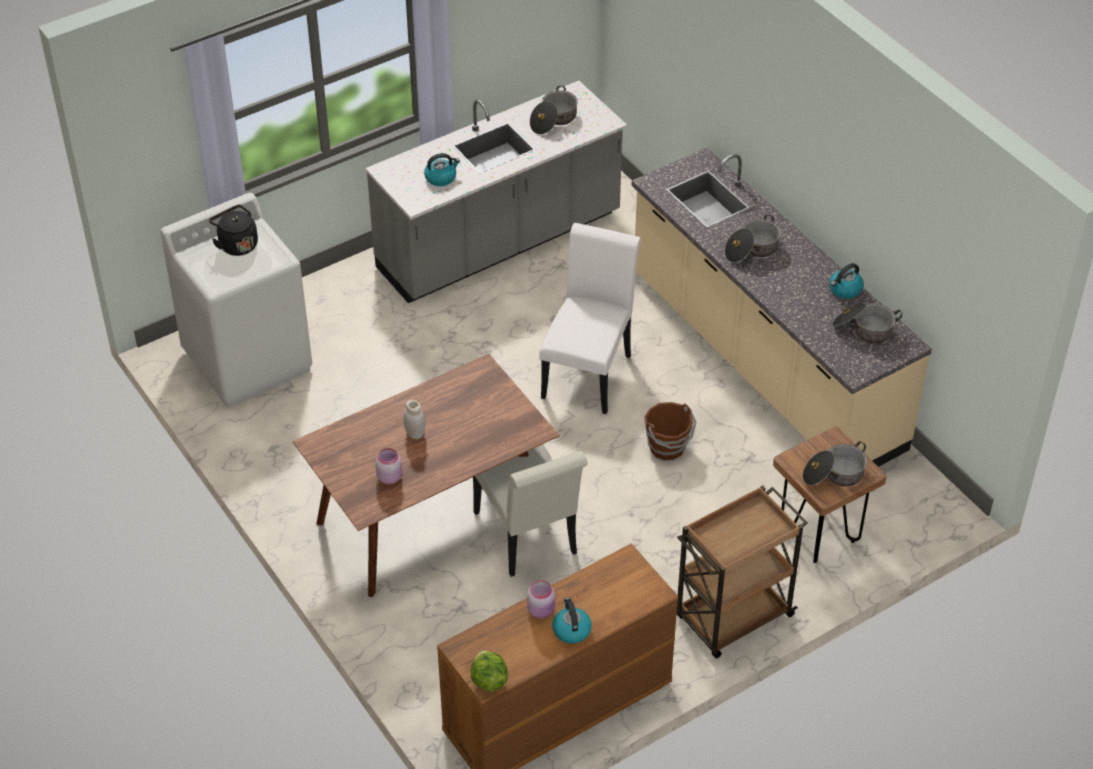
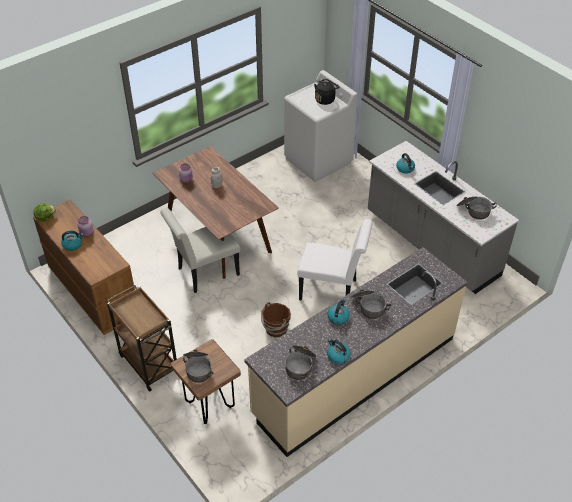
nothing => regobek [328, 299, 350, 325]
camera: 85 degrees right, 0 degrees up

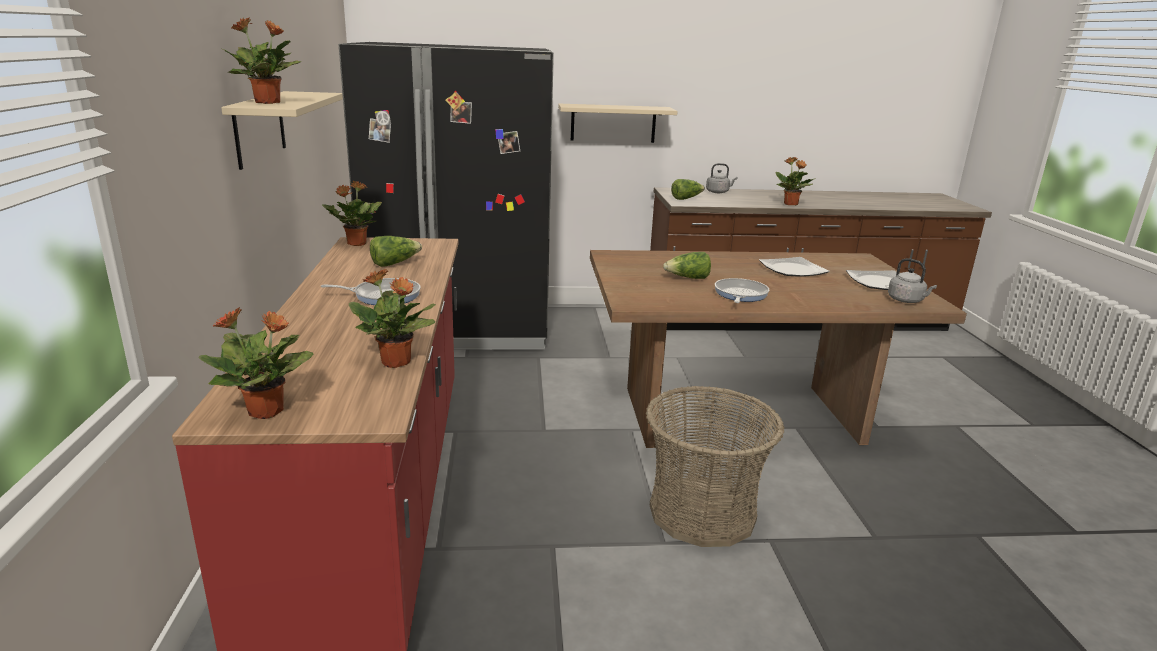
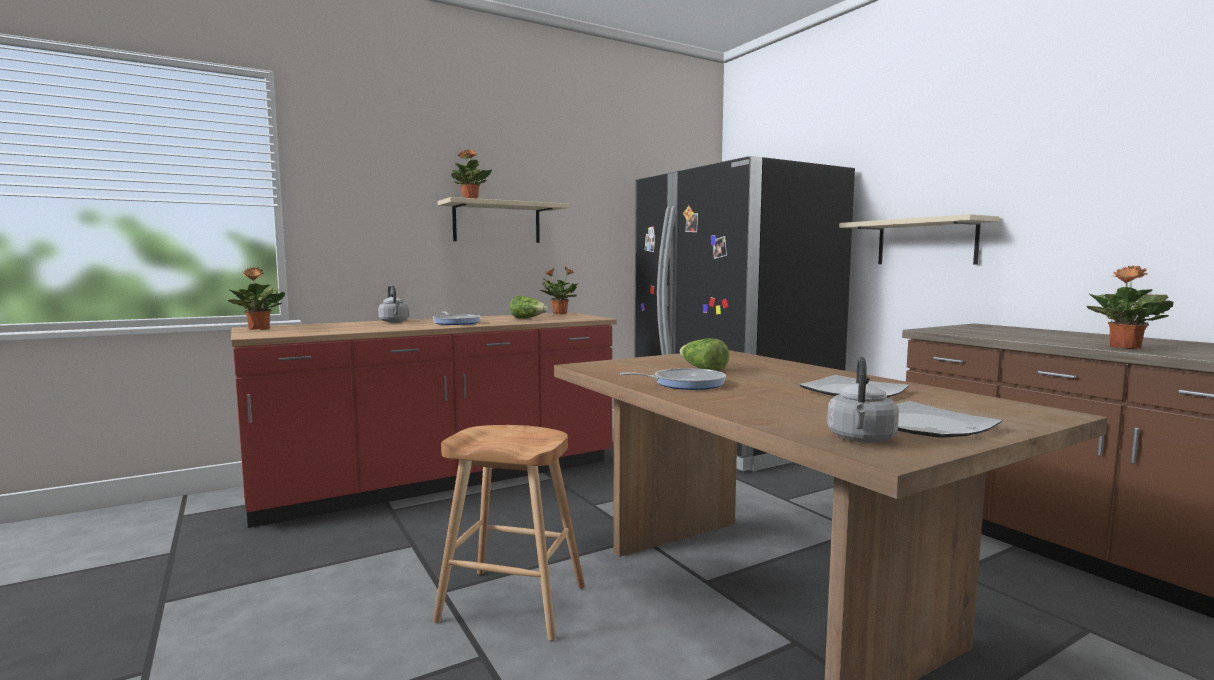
grey regobek [706, 163, 737, 193] => grey regobek [378, 285, 409, 322], moved
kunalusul [671, 179, 705, 200] => nothing
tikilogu [349, 269, 436, 368] => nothing
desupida [646, 386, 784, 547] => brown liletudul [433, 425, 585, 641]
camera: 65 degrees right, 15 degrees down

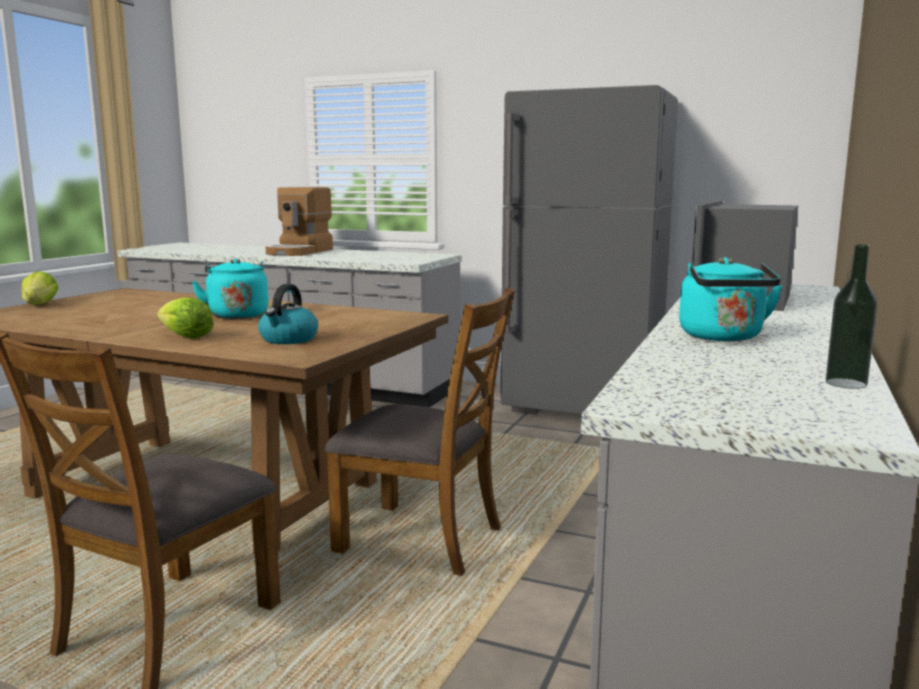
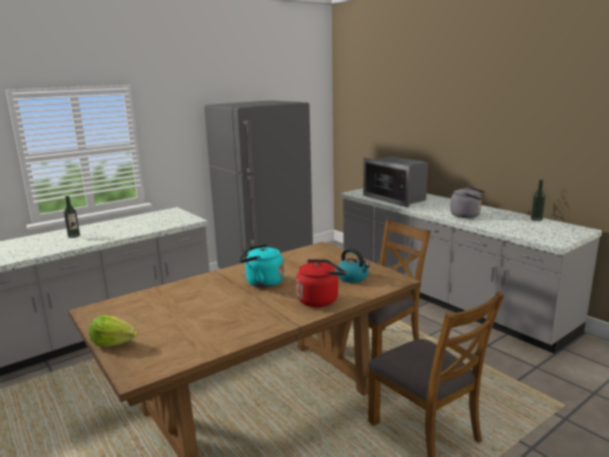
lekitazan [266, 187, 333, 256] => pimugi [64, 196, 80, 238]
turquoise regobek [679, 257, 783, 341] => grey regobek [450, 187, 486, 218]
kunalusul [157, 297, 214, 339] => red regobek [296, 259, 346, 307]
camera: 60 degrees left, 5 degrees up

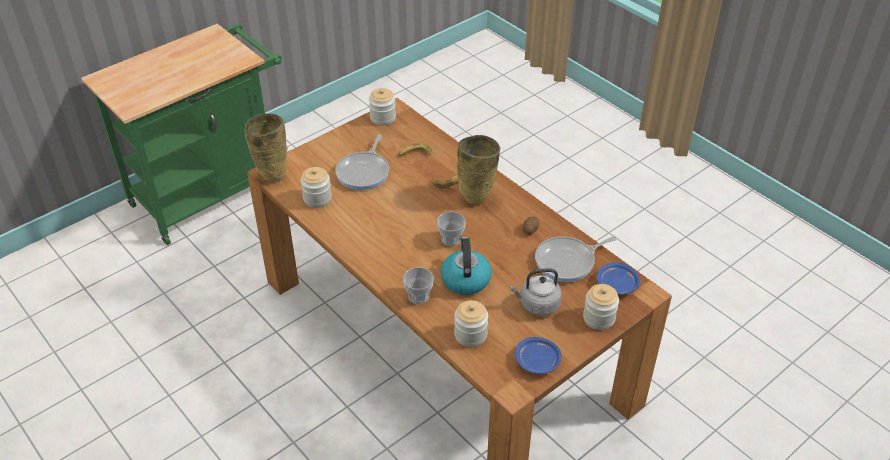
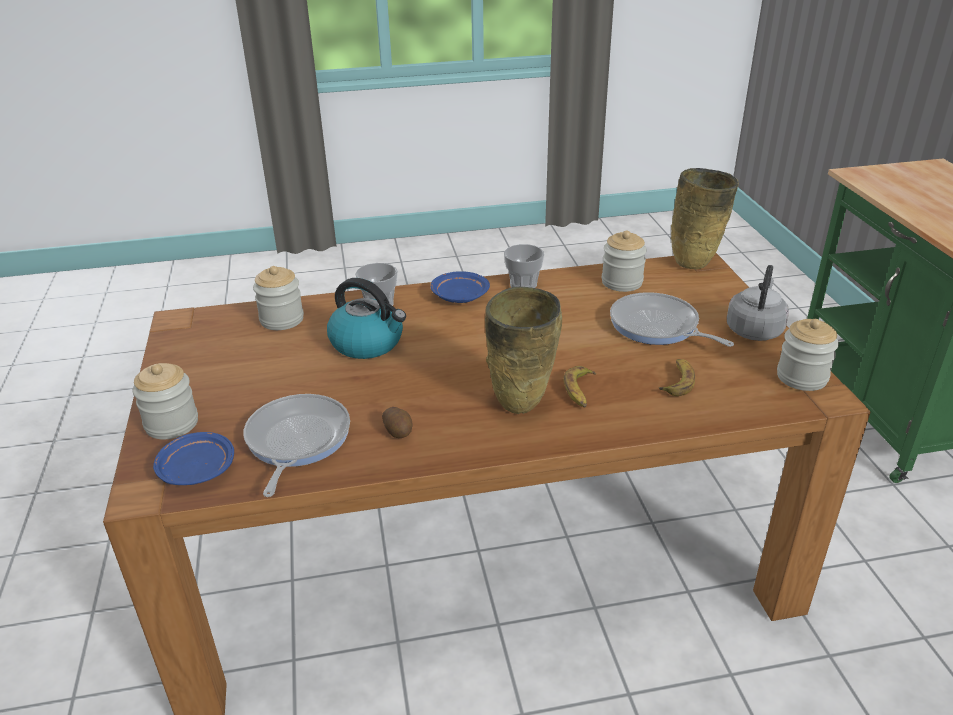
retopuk [437, 211, 466, 246] => retopuk [504, 244, 544, 288], moved
grey regobek [510, 268, 562, 316] => grey regobek [727, 265, 789, 341], moved
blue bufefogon [515, 337, 562, 374] => blue bufefogon [431, 271, 490, 303], moved
camera: 120 degrees right, 10 degrees down

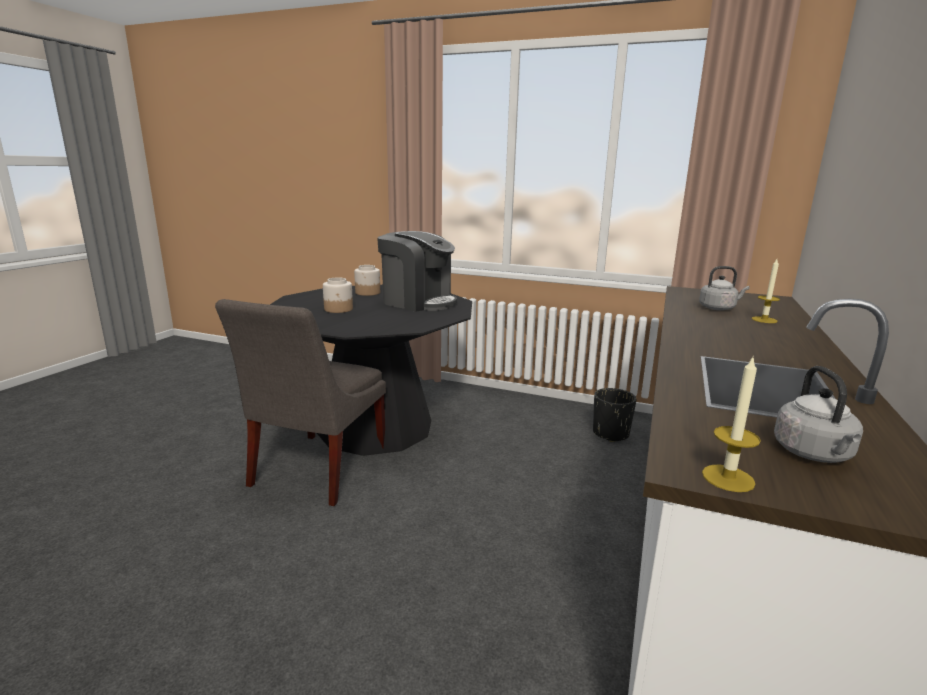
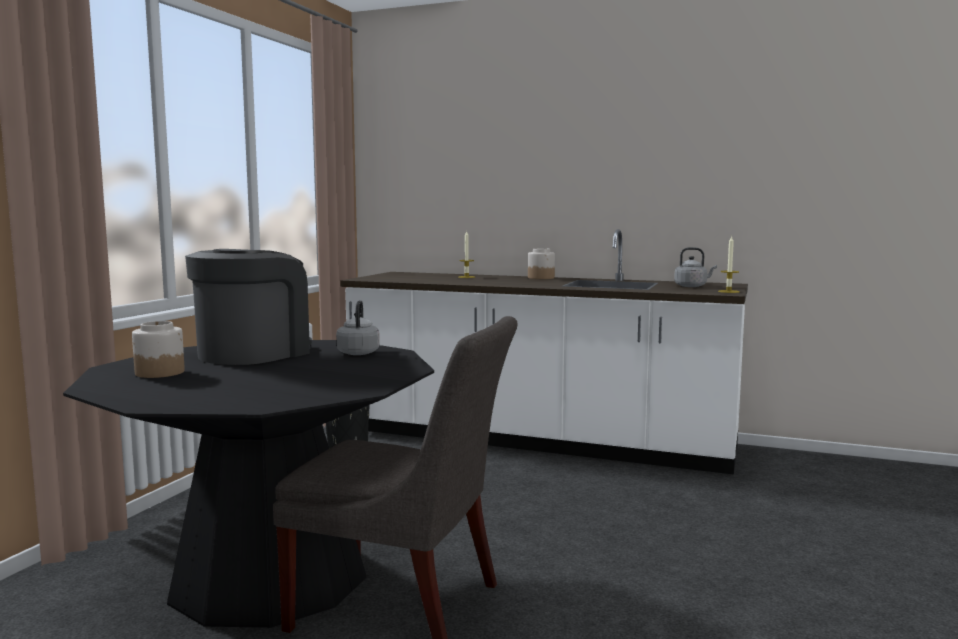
grey regobek [699, 266, 750, 310] => grey regobek [336, 300, 380, 355], moved
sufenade [323, 277, 353, 313] => sufenade [528, 248, 555, 279], moved
camera: 90 degrees left, 10 degrees down

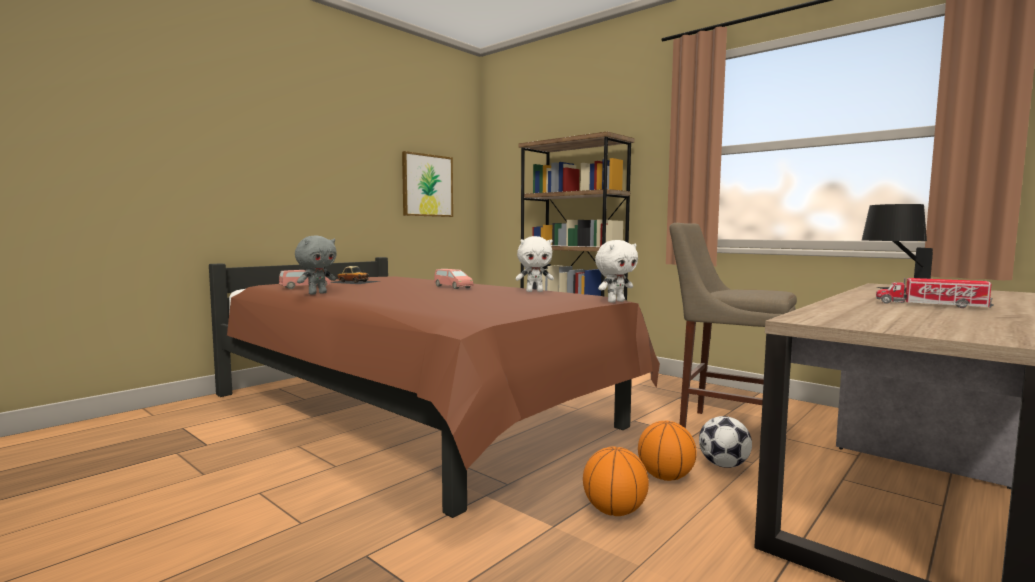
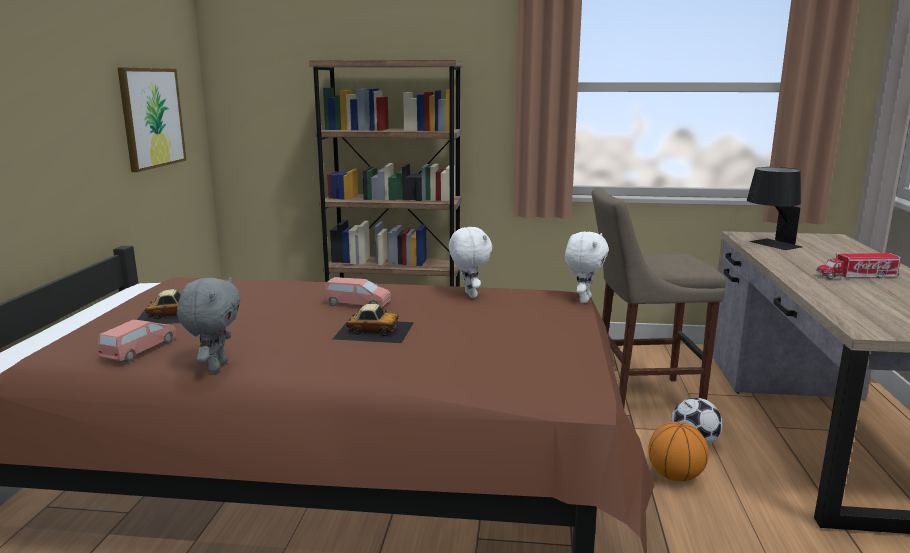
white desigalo [515, 236, 554, 292] => white desigalo [449, 227, 492, 298], 60 degrees counterclockwise
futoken [583, 446, 649, 516] => nothing
nothing => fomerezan [332, 304, 414, 343]
camera: 35 degrees left, 10 degrees up

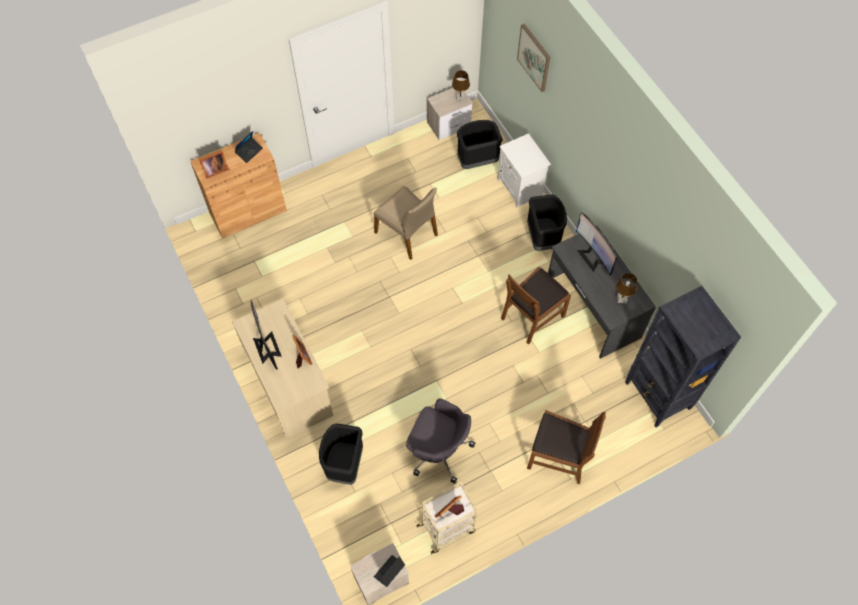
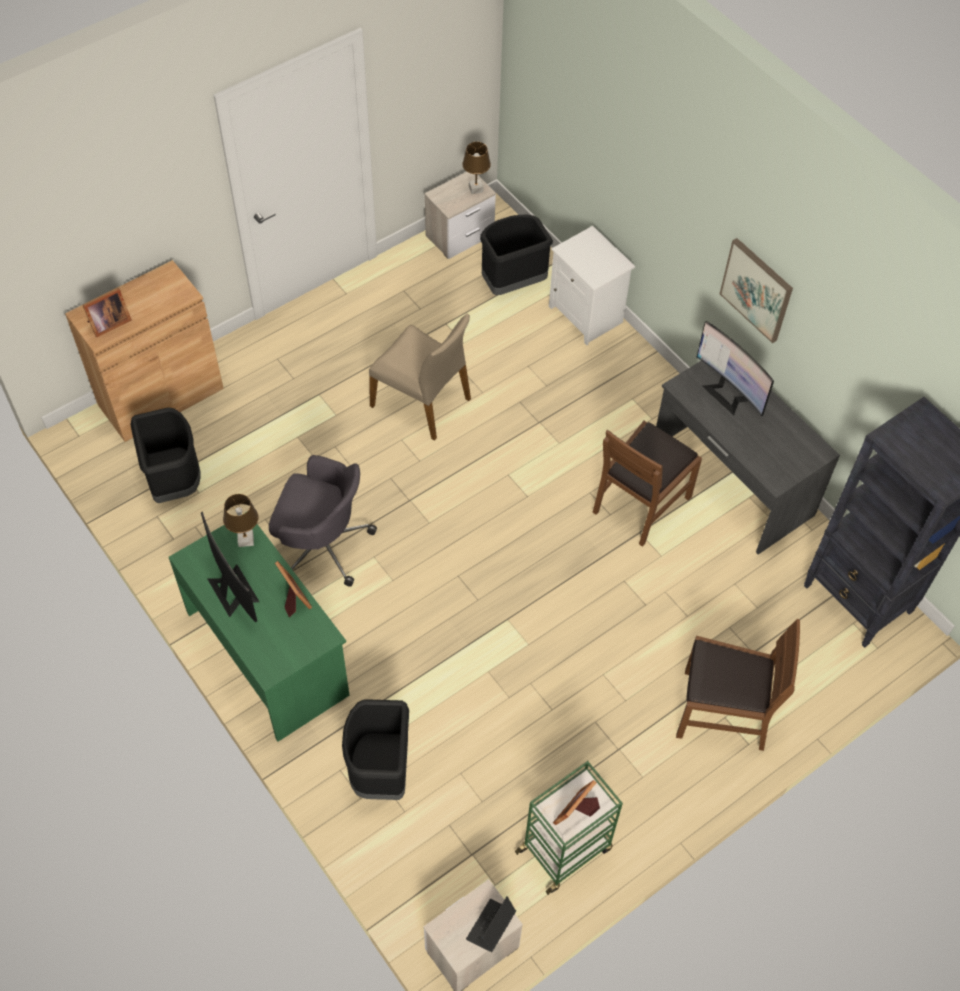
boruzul [517, 24, 550, 92] => boruzul [720, 238, 793, 343], moved
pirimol [235, 131, 263, 163] => nothing
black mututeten [527, 194, 567, 251] => black mututeten [130, 407, 200, 503], moved
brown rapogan [616, 273, 637, 303] => brown rapogan [223, 494, 258, 547], moved
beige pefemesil [232, 299, 333, 438] => green pefemesil [169, 512, 350, 742]
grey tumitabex [406, 398, 476, 483] => grey tumitabex [269, 455, 377, 587], moved
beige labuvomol [416, 482, 477, 554] => green labuvomol [515, 761, 623, 895]
camera: 10 degrees left, 5 degrees down

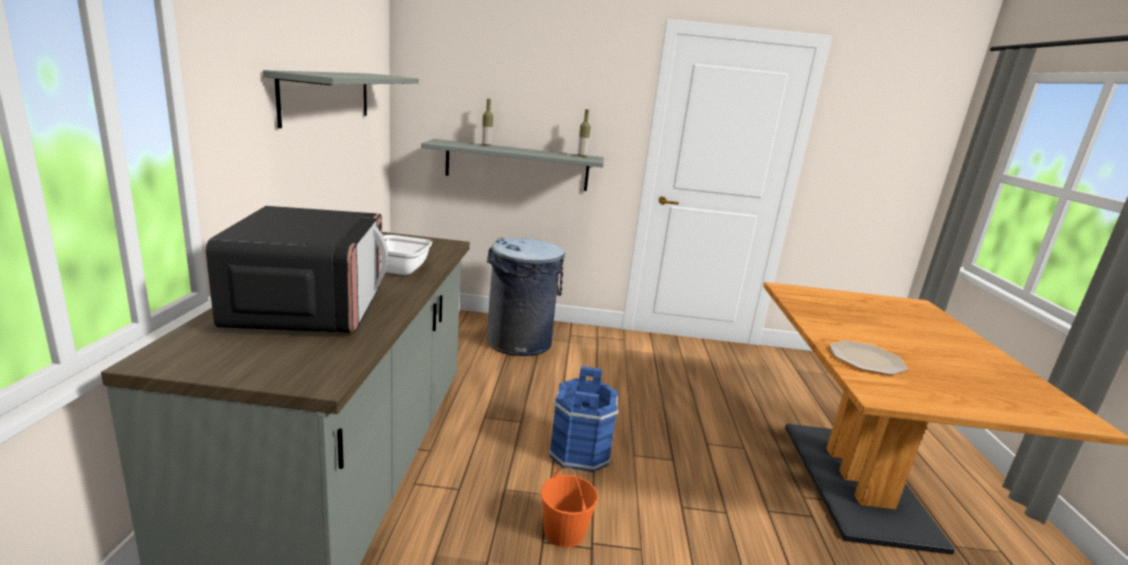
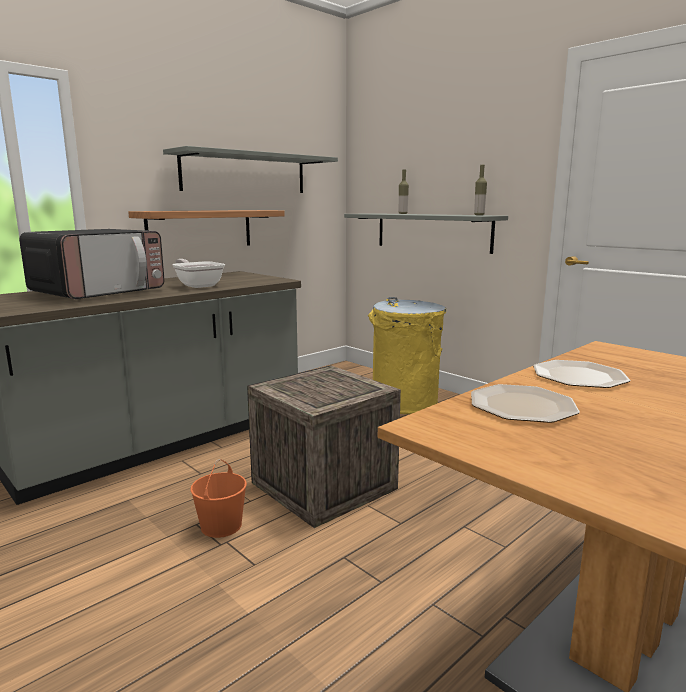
grey mututeten [487, 237, 565, 356] => yellow mututeten [368, 297, 446, 414]
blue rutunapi [548, 366, 619, 473] => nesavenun [247, 365, 401, 528]
nothing => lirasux [128, 210, 285, 246]
nothing => bufefogon [533, 360, 630, 388]
camera: 45 degrees right, 5 degrees down

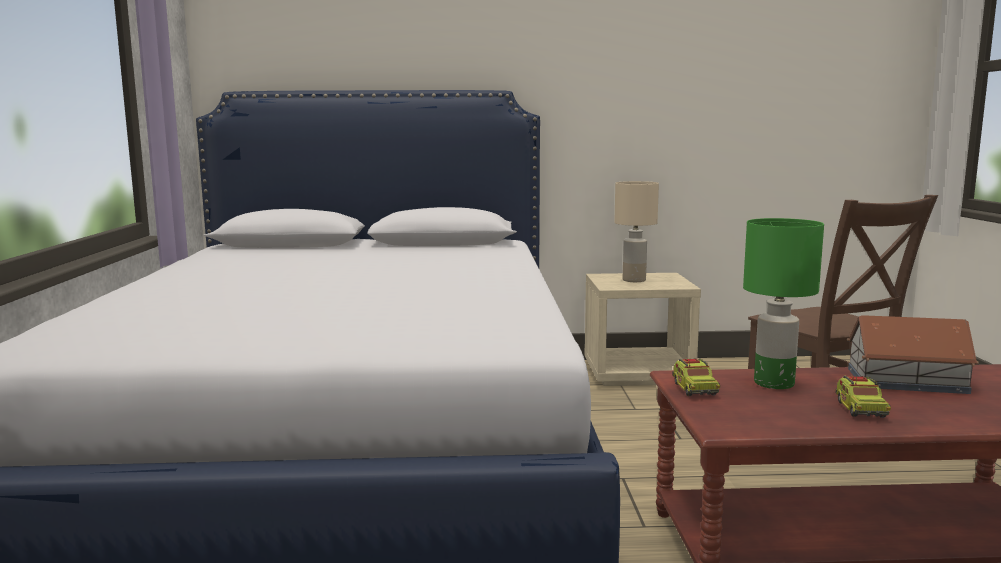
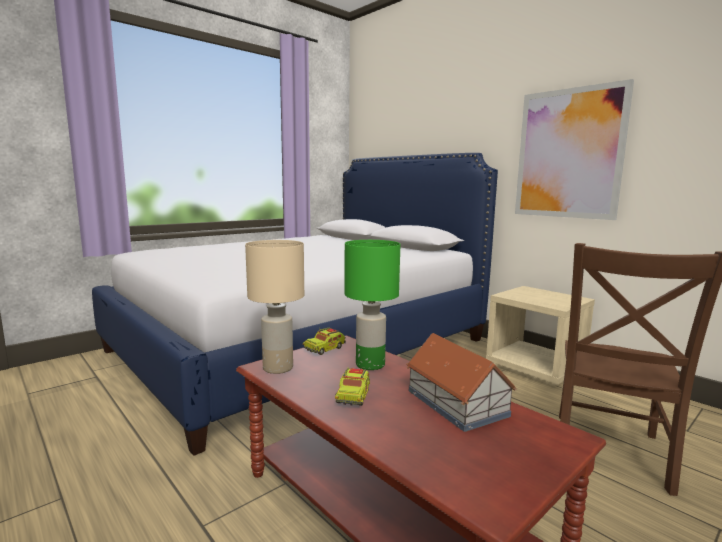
beige rapogan [614, 181, 659, 282] => beige rapogan [245, 240, 304, 374], moved
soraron [835, 376, 891, 418] => soraron [335, 368, 370, 406], 45 degrees counterclockwise
nothing => boruzul [515, 79, 634, 220]
camera: 50 degrees right, 0 degrees up

